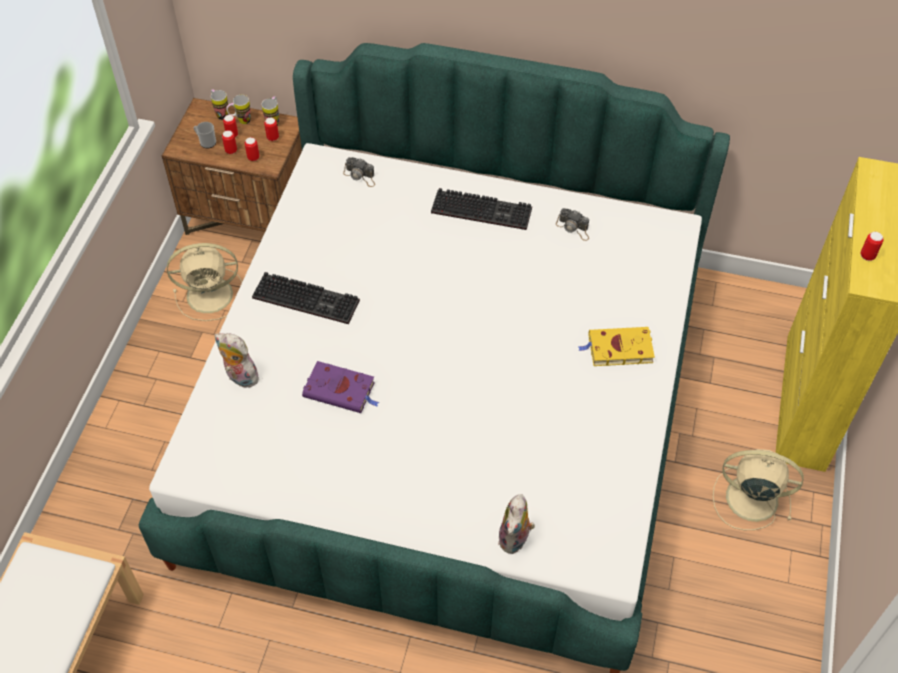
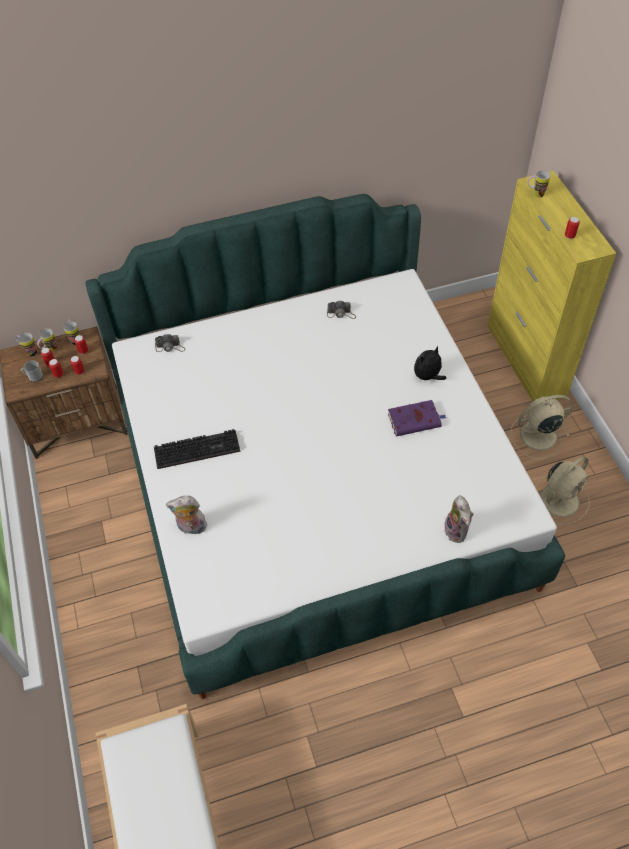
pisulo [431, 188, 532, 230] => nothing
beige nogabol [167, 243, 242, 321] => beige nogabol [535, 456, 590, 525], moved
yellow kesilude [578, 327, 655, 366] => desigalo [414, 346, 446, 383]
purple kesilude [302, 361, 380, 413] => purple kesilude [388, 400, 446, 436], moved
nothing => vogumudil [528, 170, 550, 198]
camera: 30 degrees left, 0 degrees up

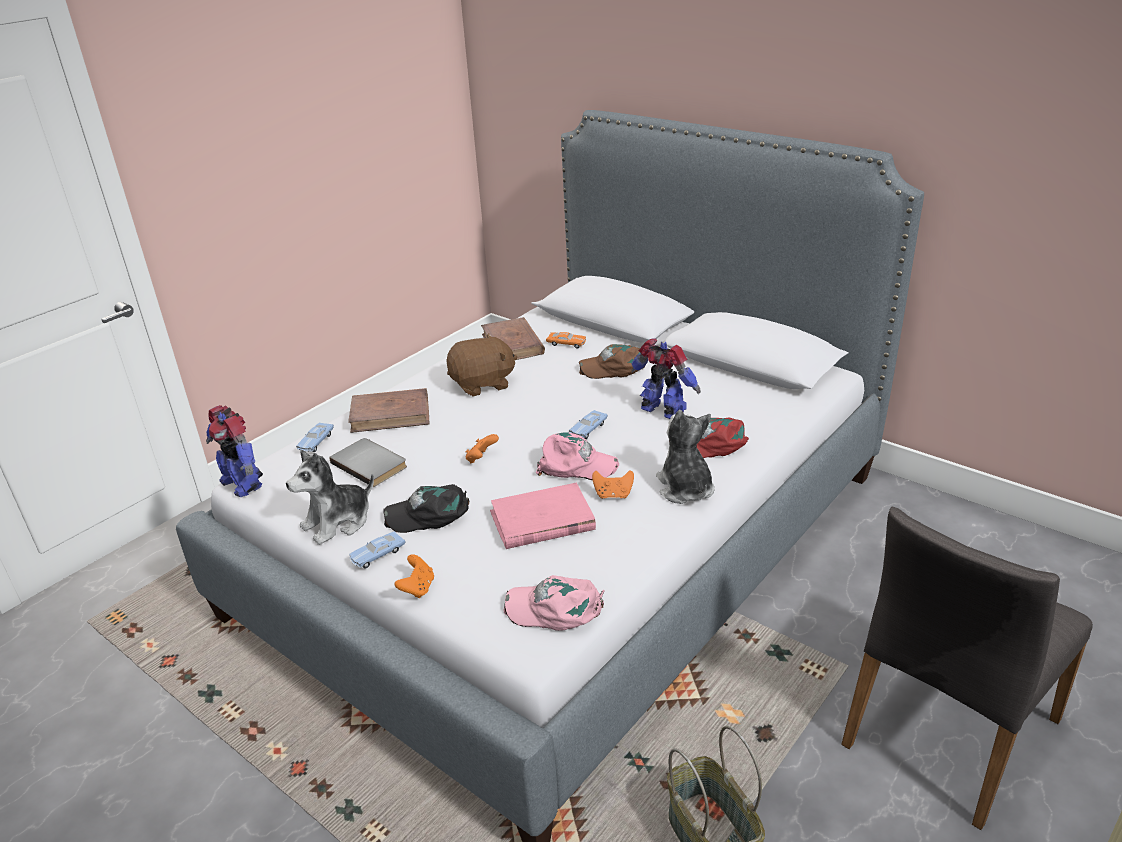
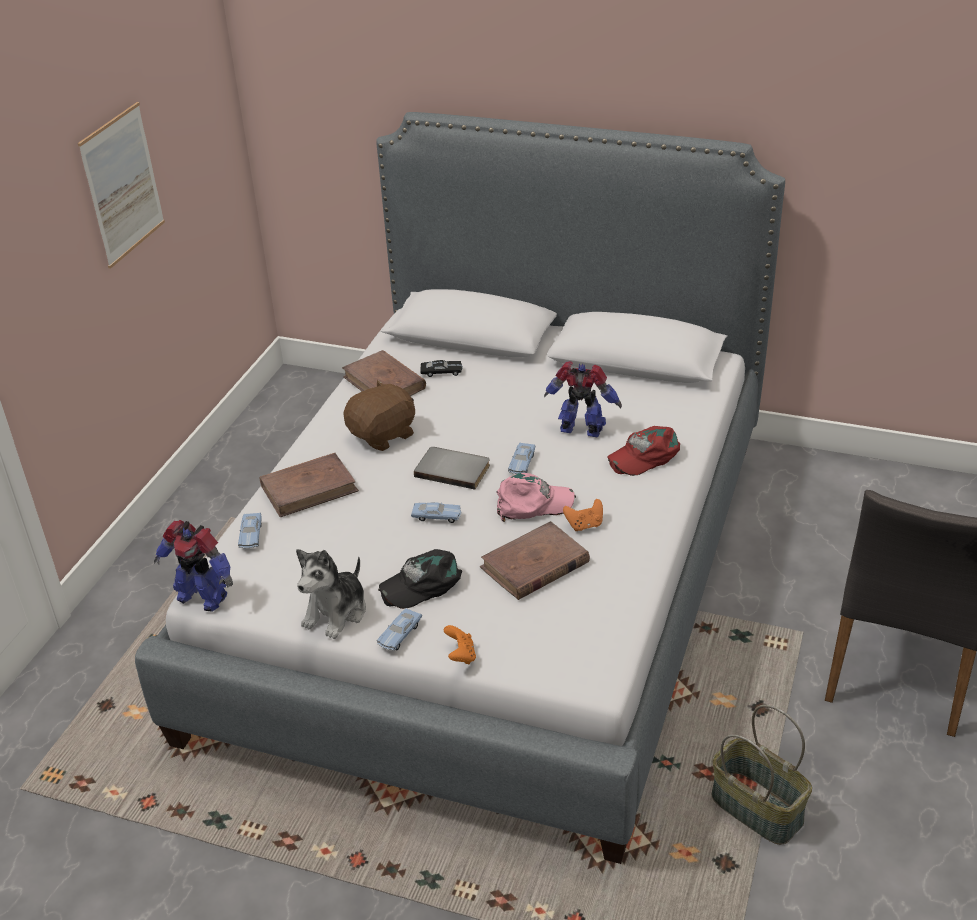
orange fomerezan [546, 332, 586, 348] => black fomerezan [420, 360, 463, 377]
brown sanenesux [578, 344, 646, 379] => nothing
desigalo [656, 410, 715, 504] => nothing
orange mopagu [466, 434, 499, 463] => blue fomerezan [411, 502, 461, 523]
grey kesilude [329, 438, 407, 487] => grey kesilude [414, 447, 490, 490], moved
pink kesilude [490, 483, 596, 549] => brown kesilude [480, 521, 590, 600]
pink sanenesux [504, 575, 605, 631] => nothing
nothing => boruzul [78, 102, 165, 269]
camera: 20 degrees left, 5 degrees up

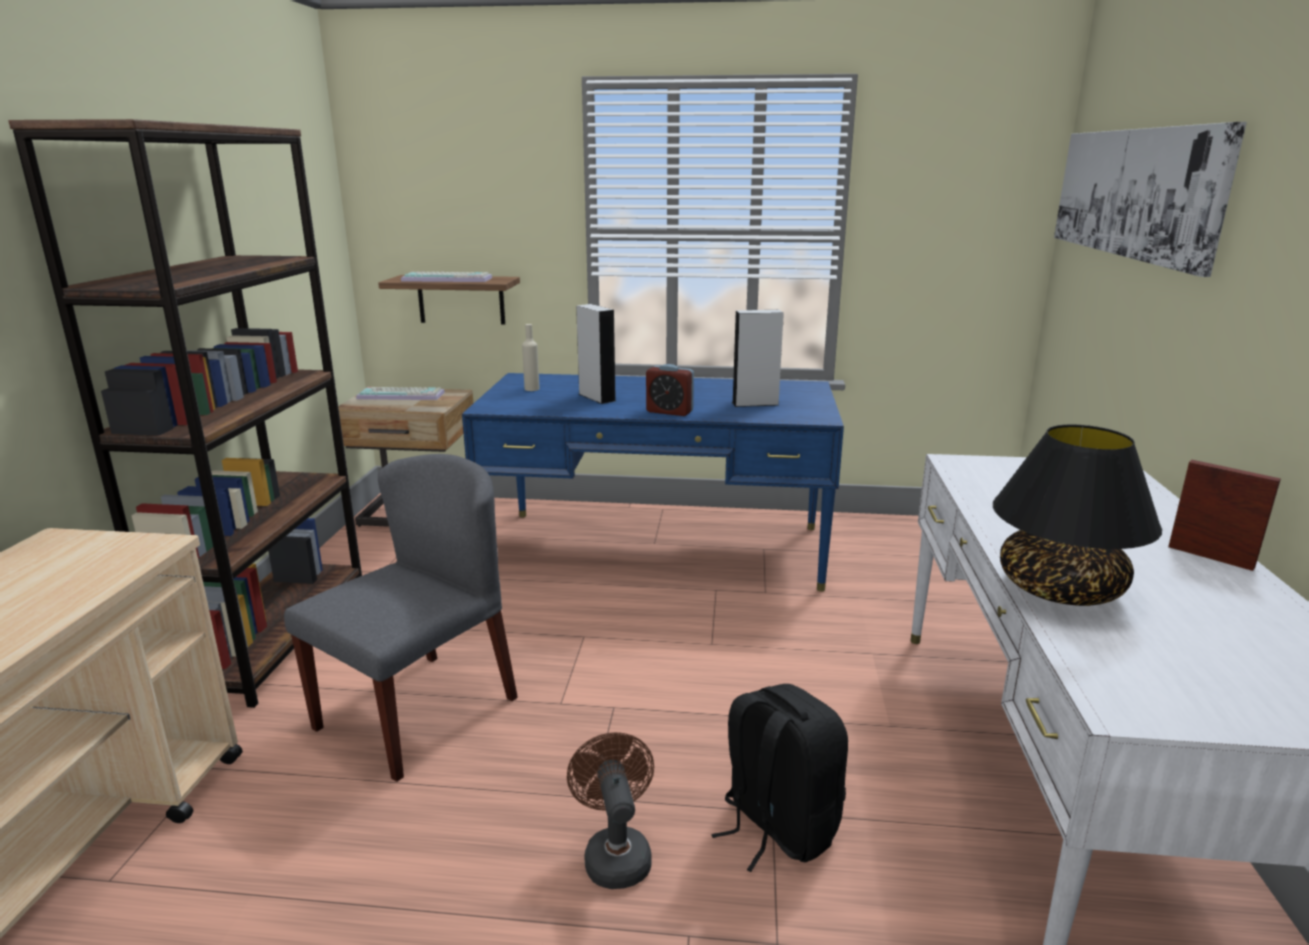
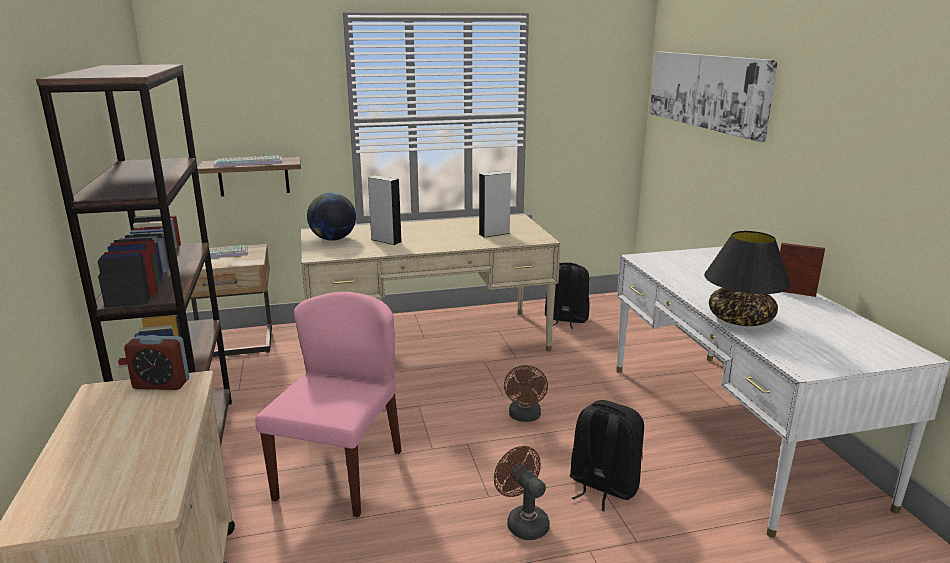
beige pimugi [522, 324, 540, 391] => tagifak [307, 192, 356, 241]
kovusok [646, 364, 694, 416] => kovusok [124, 335, 189, 390], moved
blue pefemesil [462, 373, 844, 592] => beige pefemesil [301, 214, 560, 352]
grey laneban [284, 454, 518, 782] => pink laneban [255, 292, 402, 517]
nothing => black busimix [545, 262, 590, 329]
nothing => brown nogabol [504, 365, 548, 422]
camera: 20 degrees left, 0 degrees up

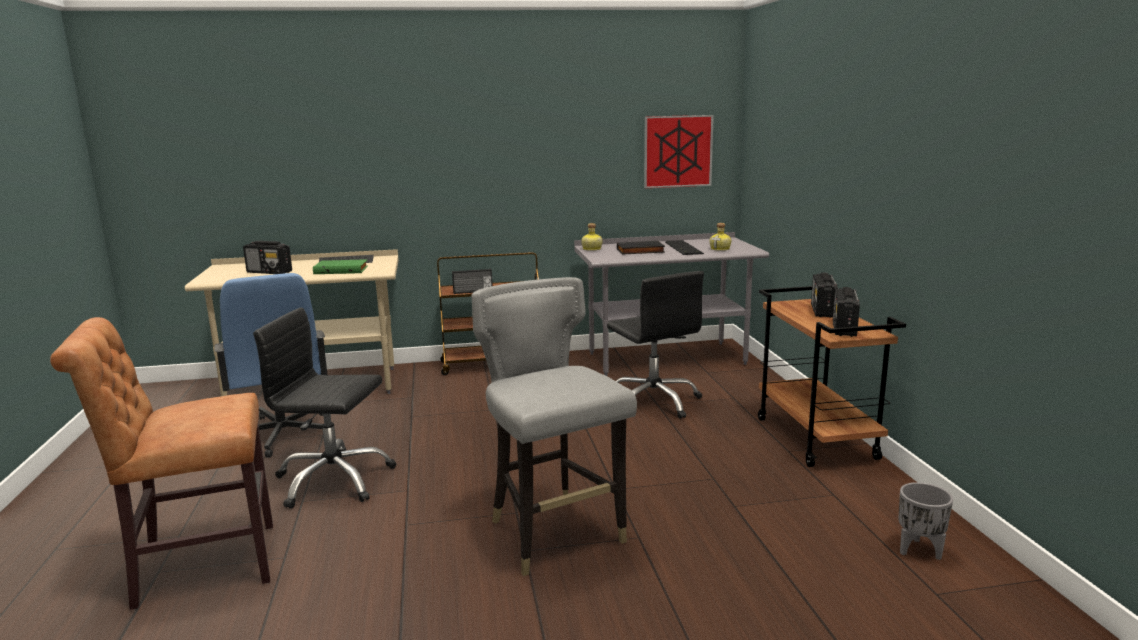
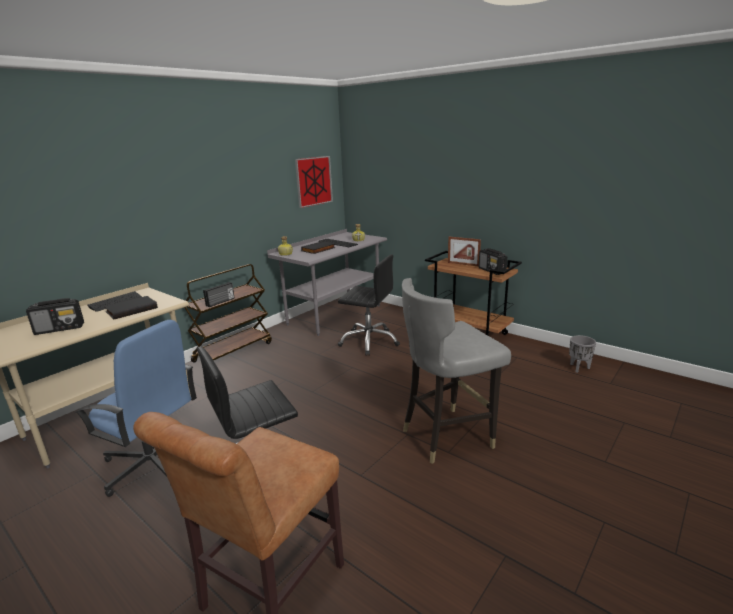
green kesilude [313, 259, 368, 274] => black kesilude [104, 296, 158, 319]
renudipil [811, 272, 838, 318] => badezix [448, 237, 481, 267]
grey laneban [472, 277, 637, 576] => grey laneban [402, 278, 511, 464], 45 degrees counterclockwise
camera: 40 degrees left, 5 degrees up

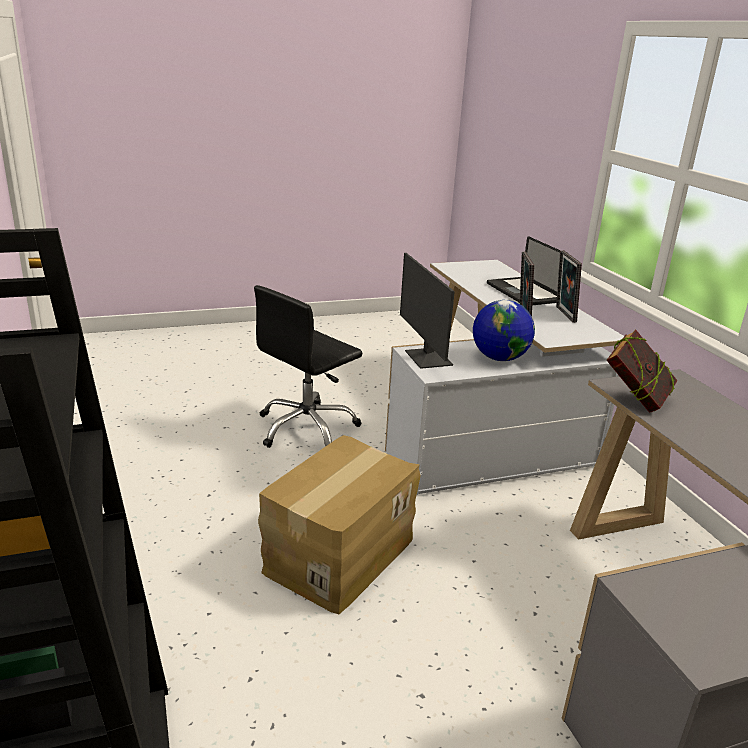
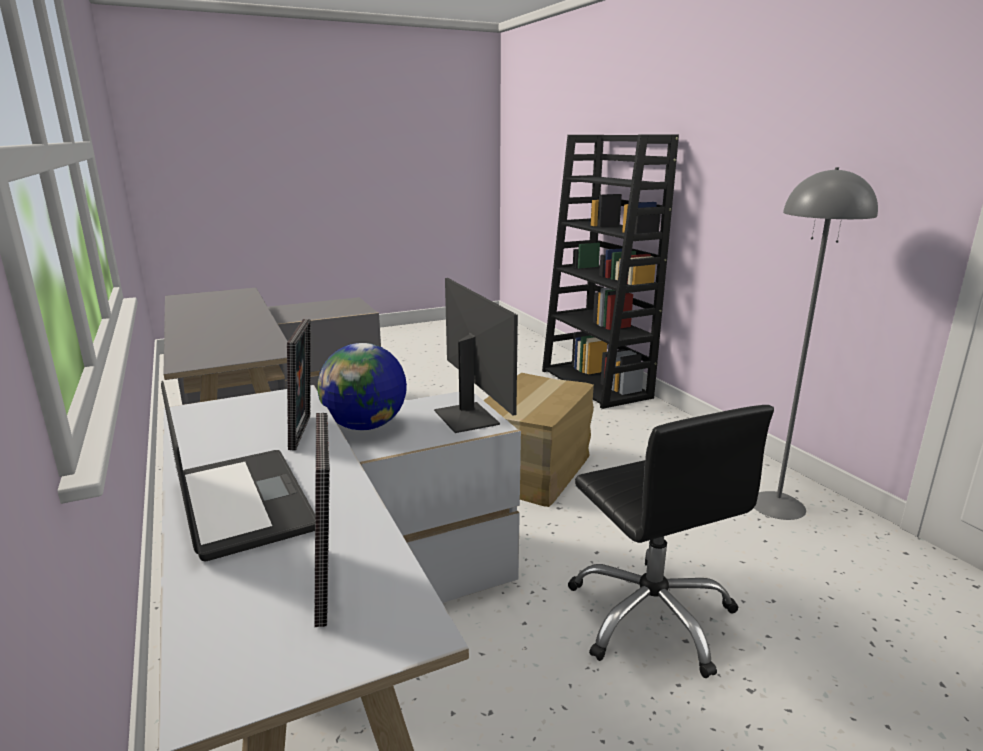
badezix [556, 250, 582, 323] => badezix [314, 413, 330, 627], moved
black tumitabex [254, 285, 362, 448] => black tumitabex [568, 405, 774, 678], 120 degrees clockwise
kesilude [607, 329, 678, 413] => nothing
nothing => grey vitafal [754, 167, 878, 520]
camera: 175 degrees right, 5 degrees down

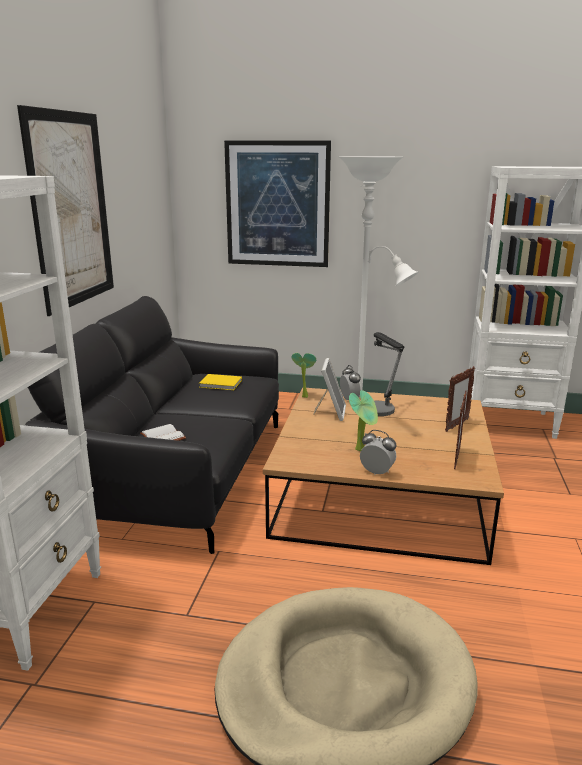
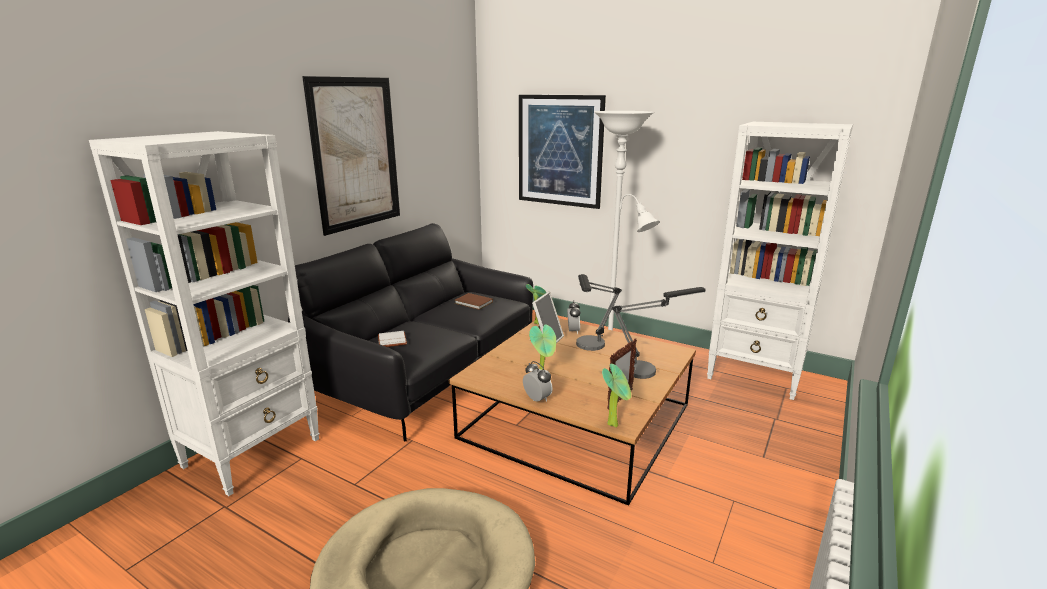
badezix [445, 366, 475, 432] => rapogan [612, 287, 706, 379]
yellow kesilude [199, 374, 242, 390] => brown kesilude [455, 293, 493, 310]
nothing => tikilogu [602, 364, 631, 428]
camera: 20 degrees right, 0 degrees up

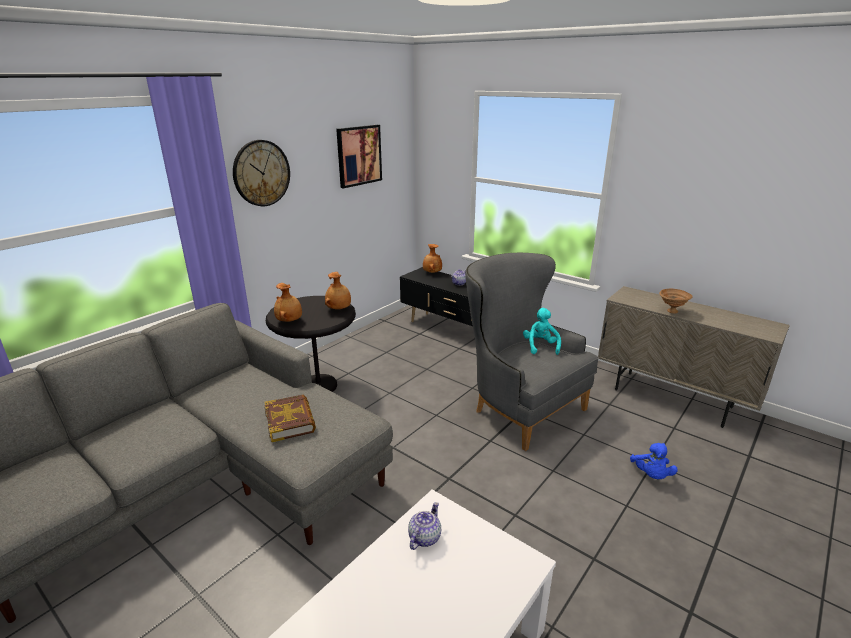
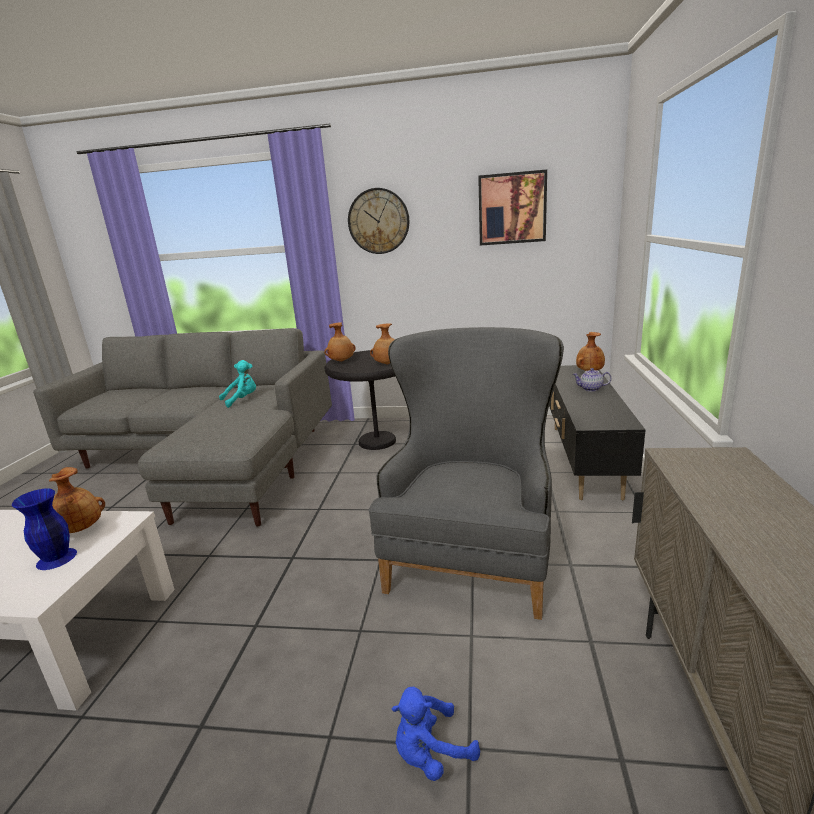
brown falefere [659, 289, 693, 314] => nothing
turquoise desigalo [523, 308, 561, 355] => turquoise desigalo [219, 360, 256, 408], moved
kesilude [265, 394, 316, 442] => nothing
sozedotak [408, 502, 441, 550] => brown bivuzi [49, 467, 105, 533]
nothing => blue bivuzi [12, 488, 77, 570]
camera: 60 degrees right, 5 degrees down

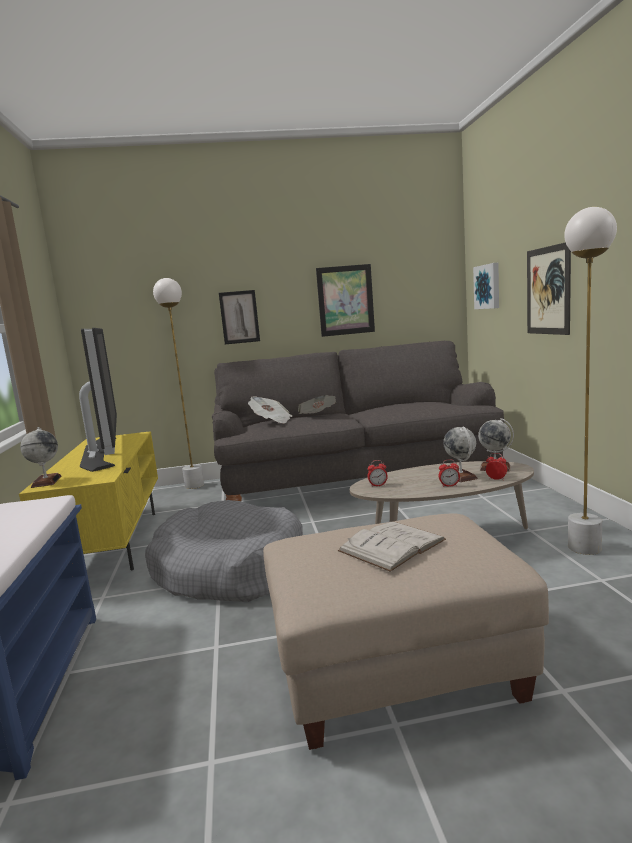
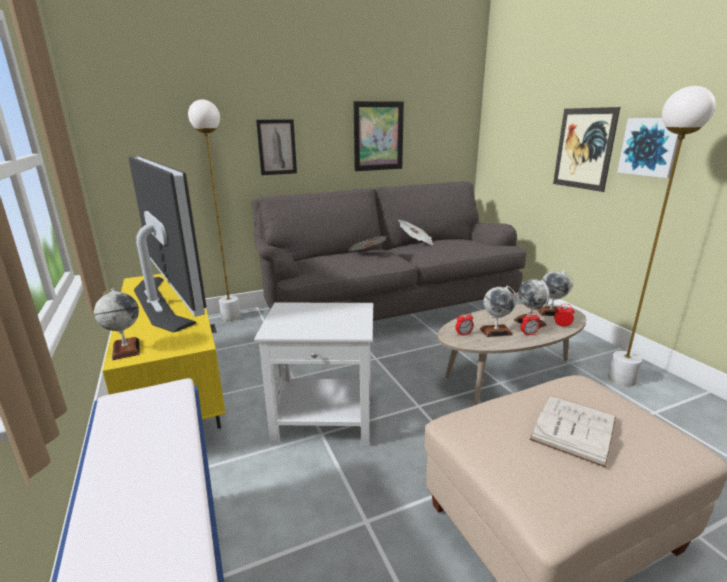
boruzul [473, 263, 499, 309] => boruzul [617, 118, 679, 178], moved
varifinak [248, 396, 292, 423] => varifinak [398, 220, 433, 245], moved
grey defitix [145, 500, 303, 602] => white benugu [254, 303, 373, 446]
nothing => tagifak [479, 286, 517, 337]
camera: 15 degrees left, 10 degrees up

